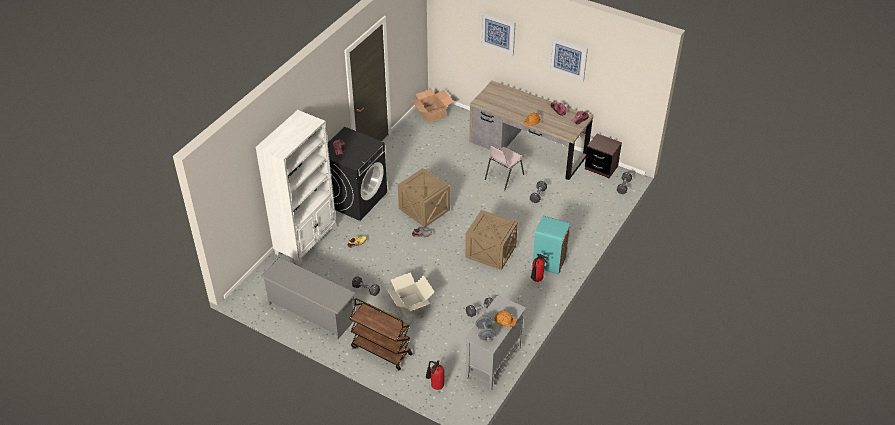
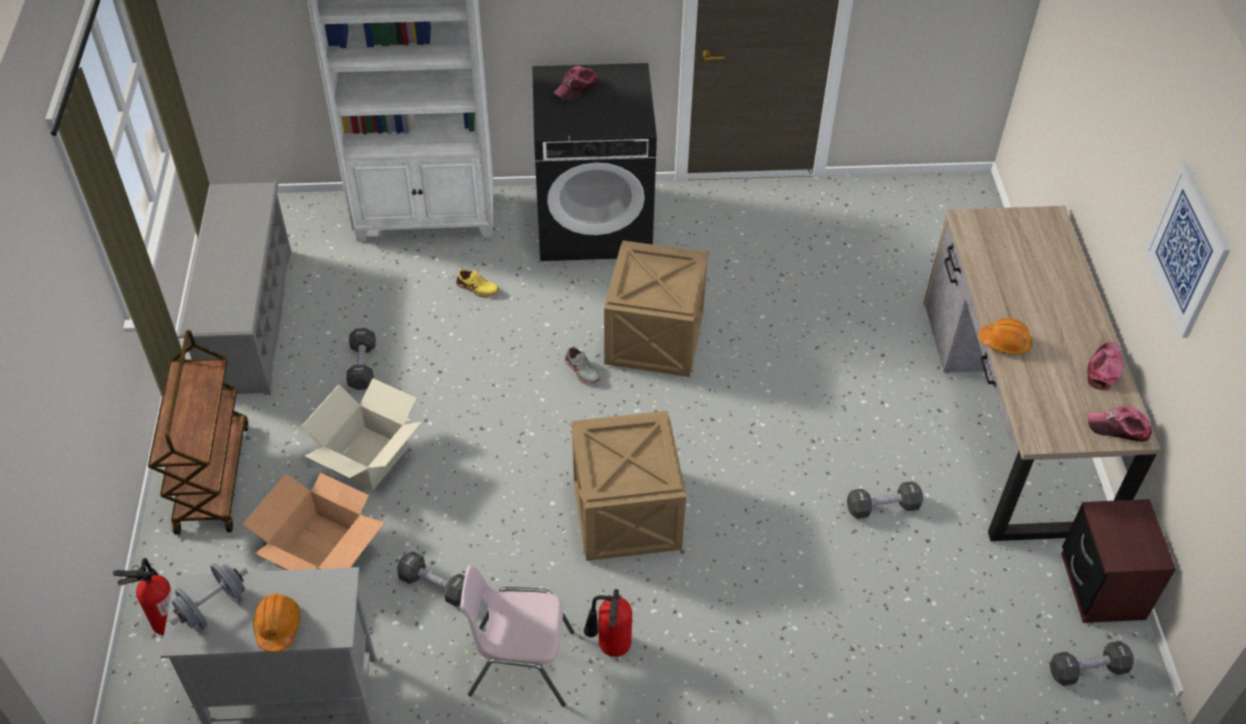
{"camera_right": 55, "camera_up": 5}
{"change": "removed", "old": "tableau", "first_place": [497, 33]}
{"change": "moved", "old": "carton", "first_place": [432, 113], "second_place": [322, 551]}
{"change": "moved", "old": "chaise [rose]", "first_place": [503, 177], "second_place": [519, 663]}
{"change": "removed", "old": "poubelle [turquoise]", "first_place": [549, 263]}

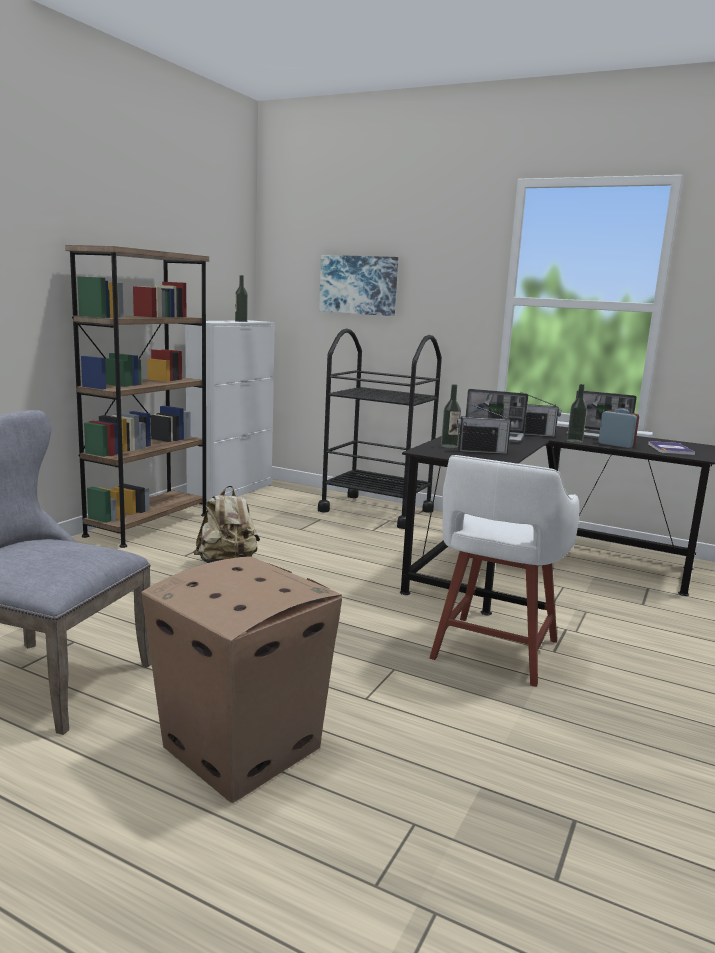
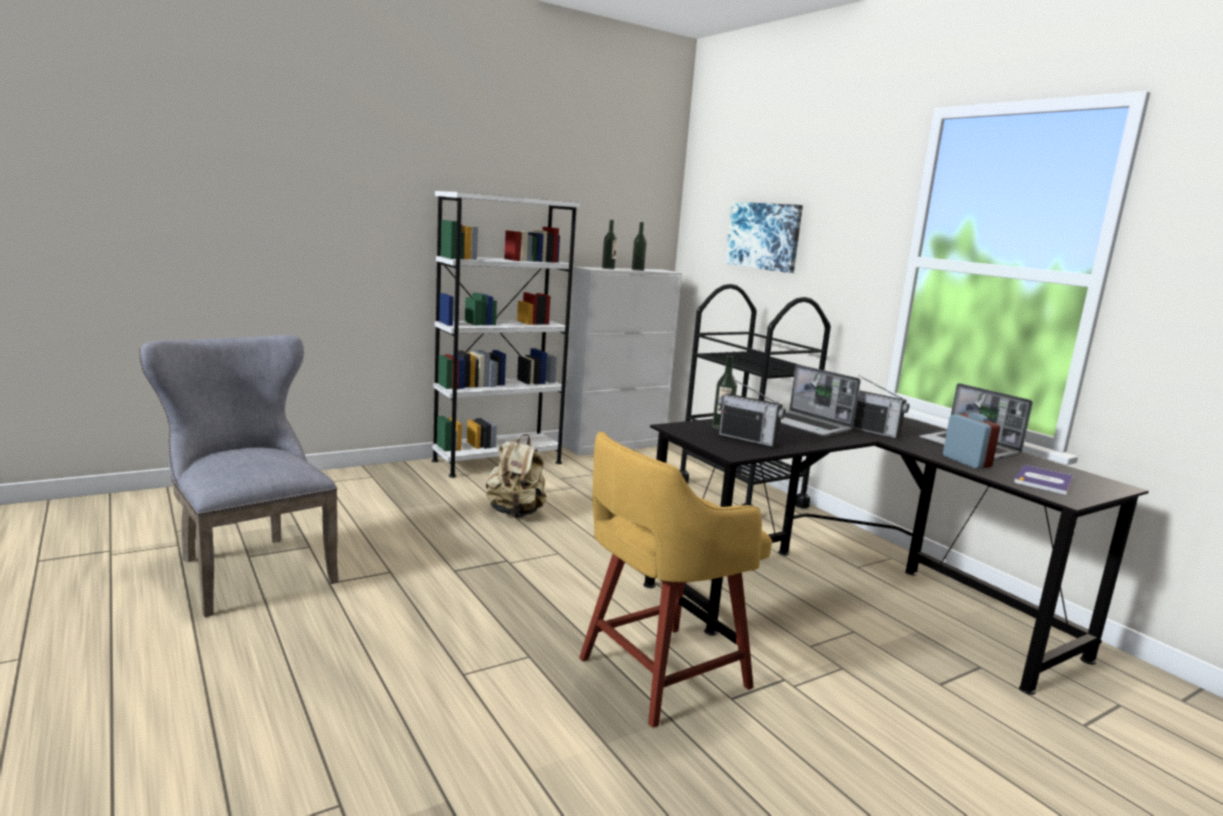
{"camera_right": 30, "camera_up": 0}
{"change": "recoloured", "old": "bibliothèque [marron]", "new": "bibliothèque [blanc]", "first_place": [148, 525], "second_place": [497, 462]}
{"change": "moved", "old": "bouteille", "first_place": [574, 441], "second_place": [608, 268]}
{"change": "recoloured", "old": "tabouret [blanc]", "new": "tabouret [jaune]", "first_place": [493, 651], "second_place": [659, 674]}
{"change": "removed", "old": "carton", "first_place": [240, 747]}

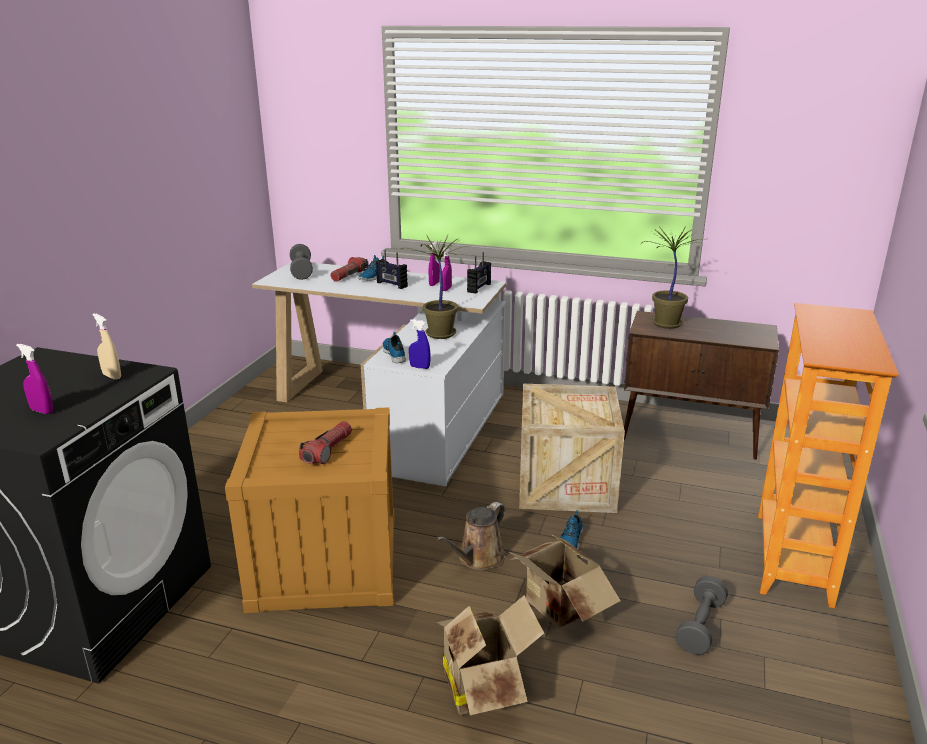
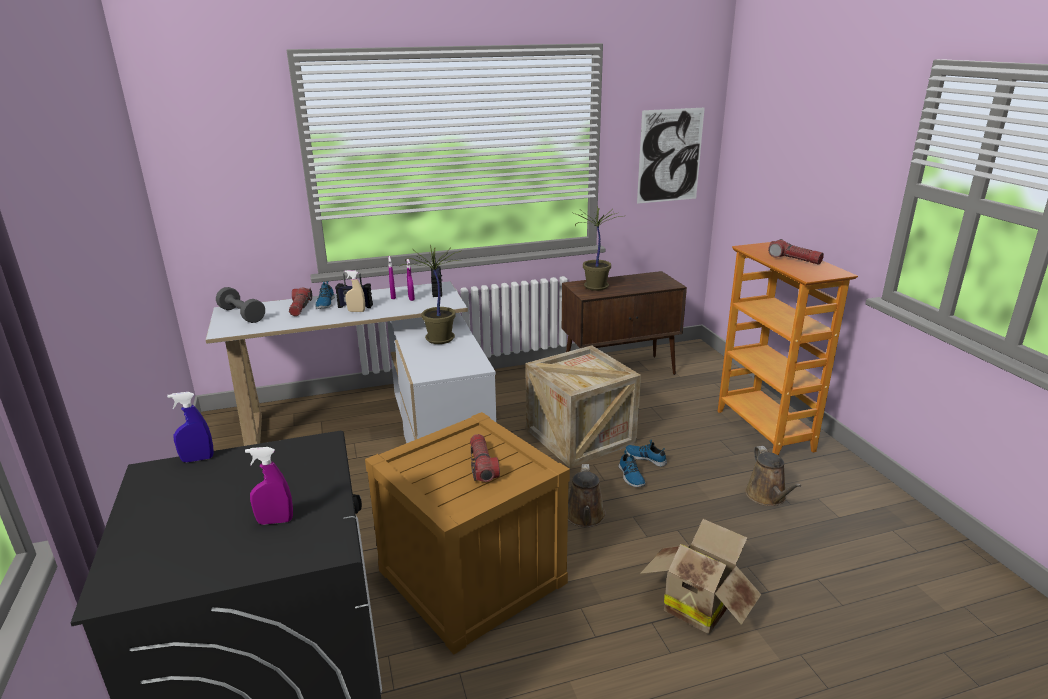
{"camera_right": -35, "camera_up": 0}
{"change": "moved", "old": "vaporisateur [beige]", "first_place": [112, 376], "second_place": [356, 311]}
{"change": "moved", "old": "vaporisateur [bleu]", "first_place": [419, 367], "second_place": [197, 459]}
{"change": "moved", "old": "chaussure", "first_place": [395, 353], "second_place": [646, 457]}
{"change": "removed", "old": "carton", "first_place": [557, 609]}
{"change": "replaced", "old": "haltère [gris]", "new": "arrosoir [marron]", "first_place": [700, 626], "second_place": [767, 497]}
{"change": "added", "new": "tableau", "second_place": [670, 156]}
{"change": "added", "new": "lampe de poche", "second_place": [794, 259]}

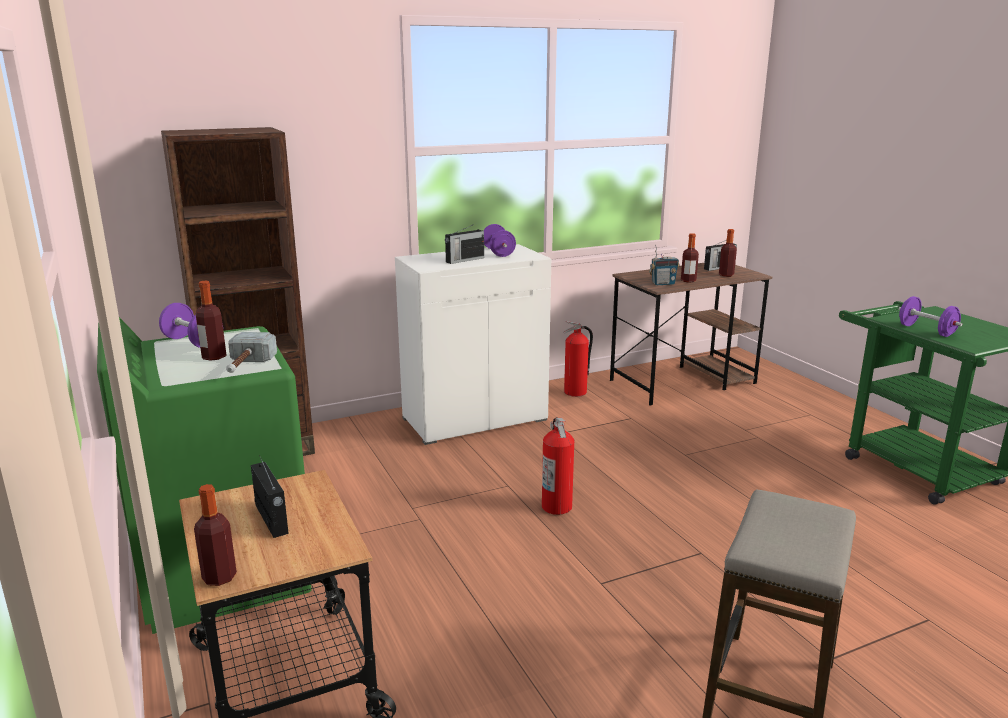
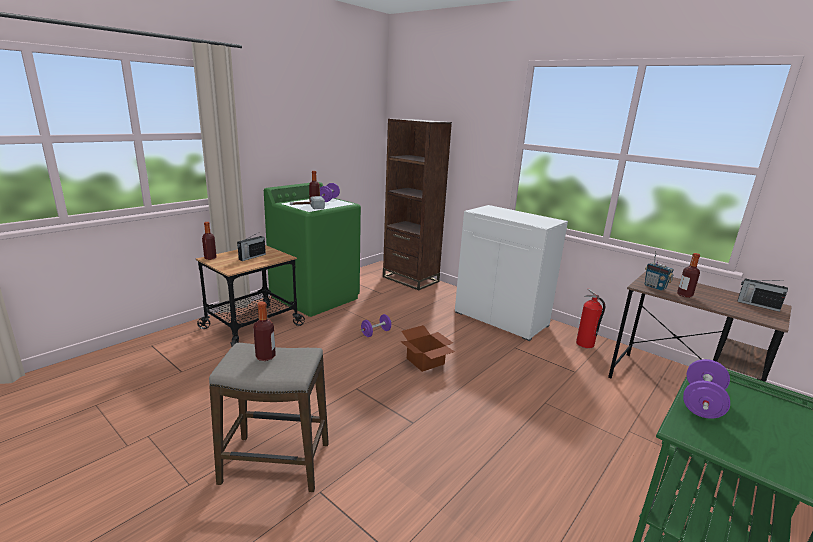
{"camera_right": 65, "camera_up": 0}
{"change": "removed", "old": "radio", "first_place": [464, 260]}
{"change": "moved", "old": "haltère [violet]", "first_place": [498, 252], "second_place": [376, 333]}
{"change": "moved", "old": "bouteille", "first_place": [726, 275], "second_place": [265, 357]}
{"change": "replaced", "old": "extincteur", "new": "carton", "first_place": [557, 506], "second_place": [425, 362]}

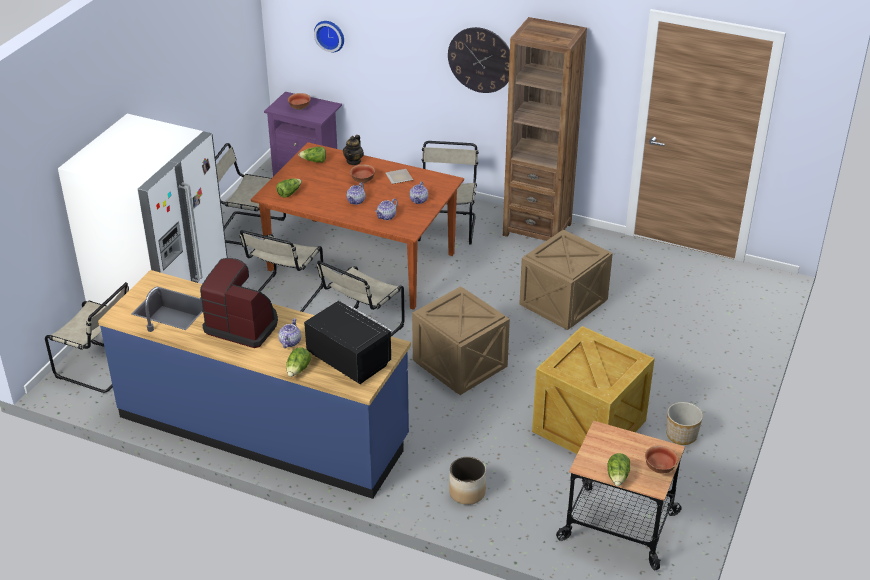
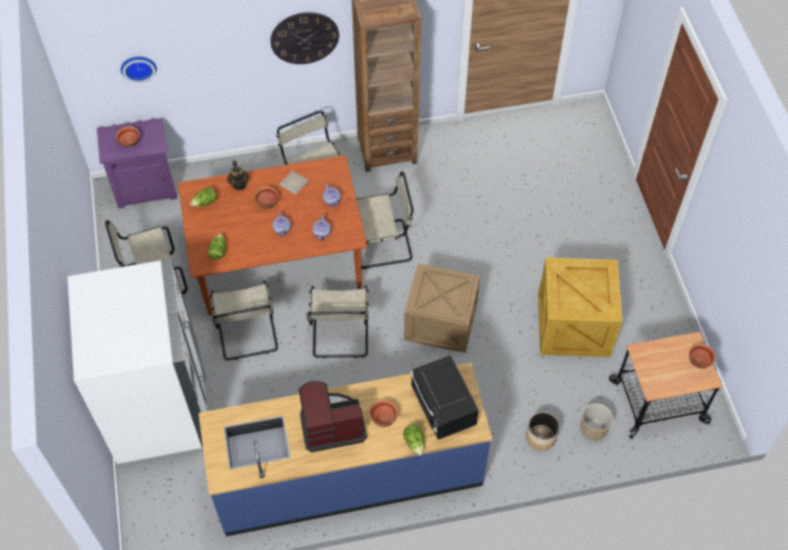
{"camera_right": -35, "camera_up": 20}
{"change": "removed", "old": "caisse", "first_place": [564, 303]}
{"change": "moved", "old": "chaise [beige]", "first_place": [101, 368], "second_place": [384, 243]}
{"change": "turned", "old": "micro-ondes [noir]", "first_place": [349, 360], "second_place": [442, 408], "degrees": -120}
{"change": "replaced", "old": "théière", "new": "bol", "first_place": [290, 342], "second_place": [383, 418]}
{"change": "moved", "old": "cache-pot", "first_place": [681, 435], "second_place": [593, 428]}
{"change": "removed", "old": "laitue", "first_place": [618, 477]}

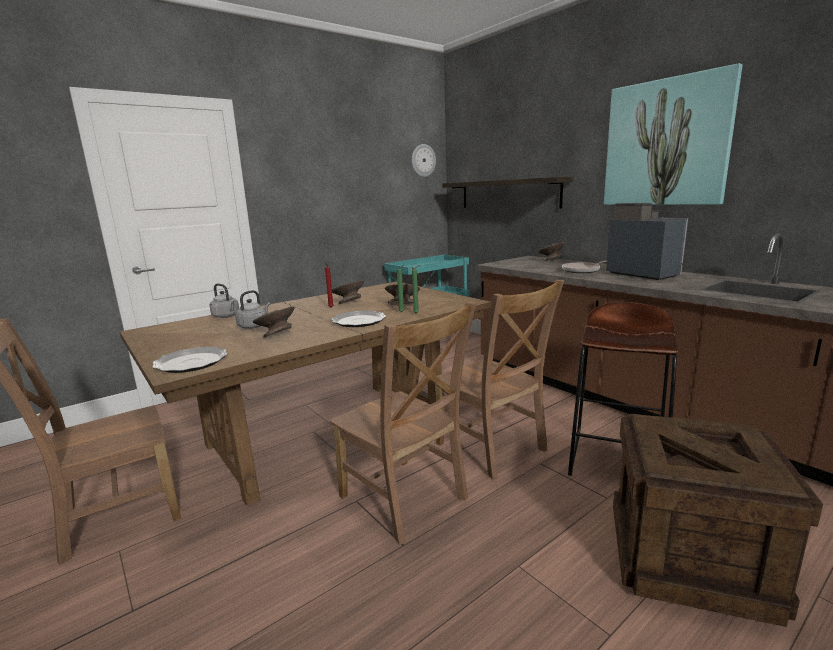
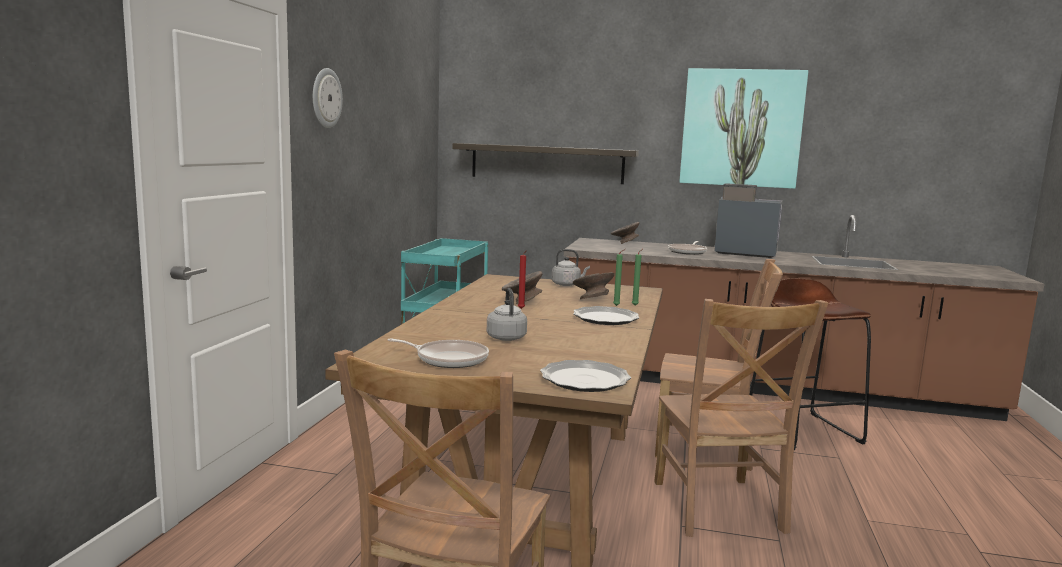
{"camera_right": -40, "camera_up": -5}
{"change": "moved", "old": "horloge murale", "first_place": [423, 160], "second_place": [325, 98]}
{"change": "moved", "old": "bouilloire [gris]", "first_place": [227, 316], "second_place": [567, 284]}
{"change": "turned", "old": "chaise [marron]", "first_place": [405, 500], "second_place": [718, 509], "degrees": 75}
{"change": "removed", "old": "bol [gris]", "first_place": [276, 335]}
{"change": "removed", "old": "caisse", "first_place": [691, 559]}
{"change": "added", "new": "poêle", "second_place": [448, 359]}

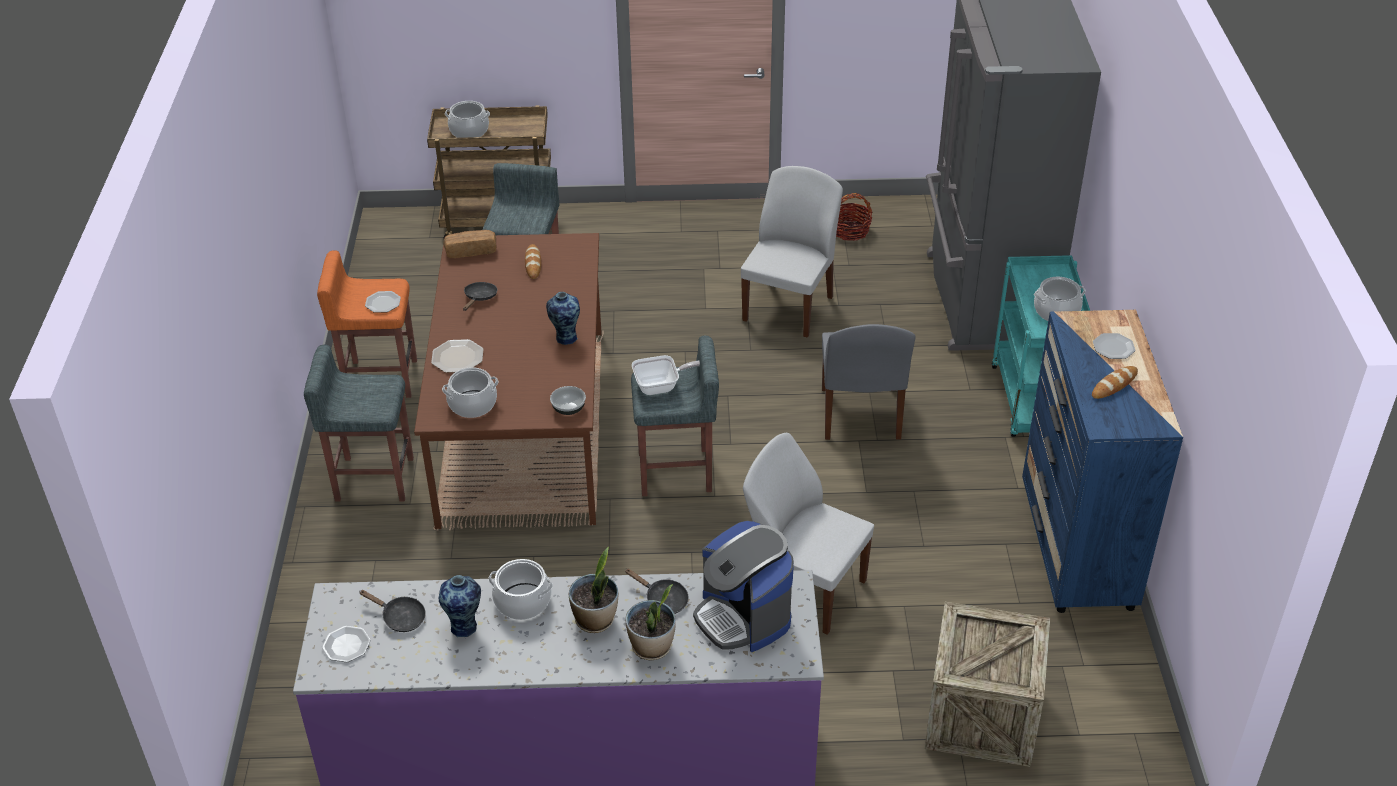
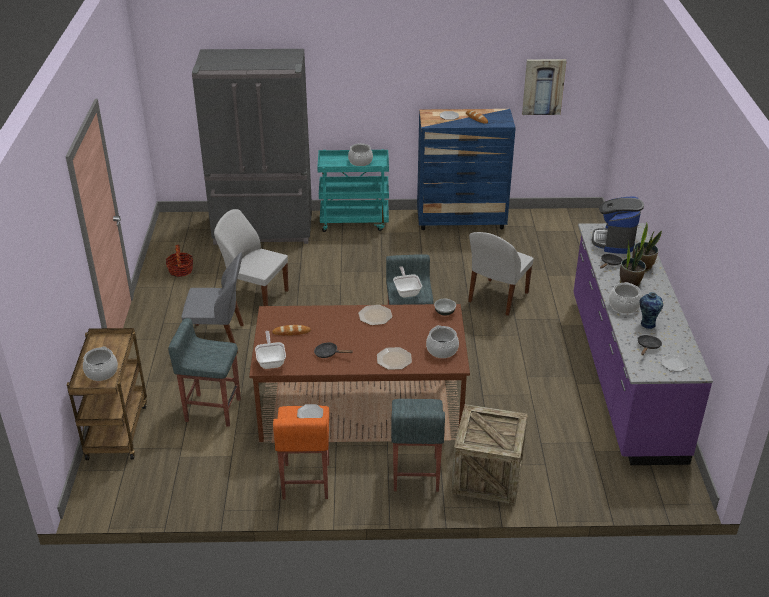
{"camera_right": -90, "camera_up": -5}
{"change": "replaced", "old": "pain", "new": "poêle", "first_place": [471, 251], "second_place": [271, 361]}
{"change": "replaced", "old": "vase", "new": "assiette", "first_place": [565, 337], "second_place": [375, 316]}
{"change": "moved", "old": "chaise [gris]", "first_place": [860, 416], "second_place": [218, 338]}
{"change": "turned", "old": "machine à café", "first_place": [743, 617], "second_place": [614, 241], "degrees": 135}
{"change": "moved", "old": "caisse", "first_place": [981, 716], "second_place": [487, 476]}
{"change": "added", "new": "tableau", "second_place": [543, 86]}

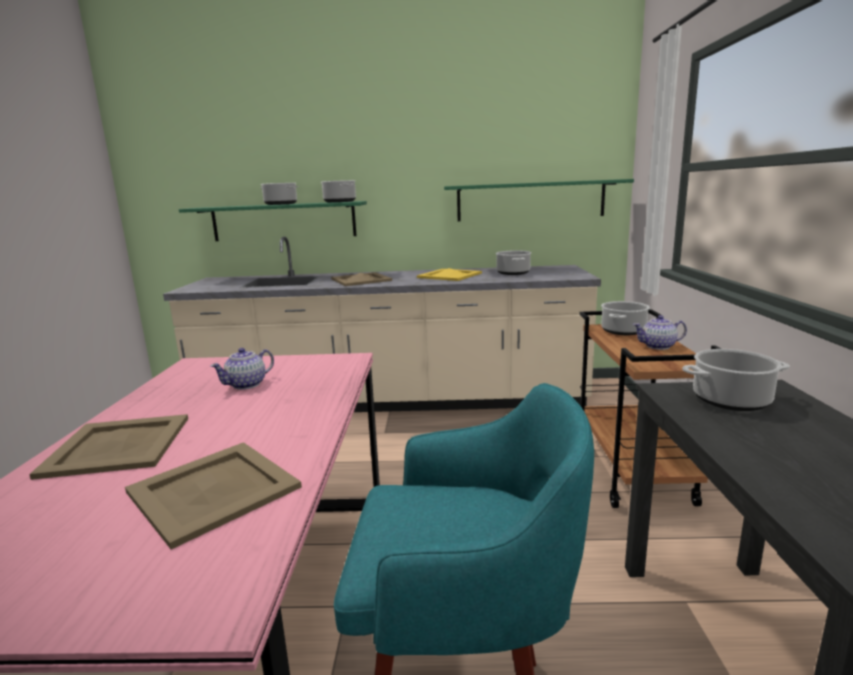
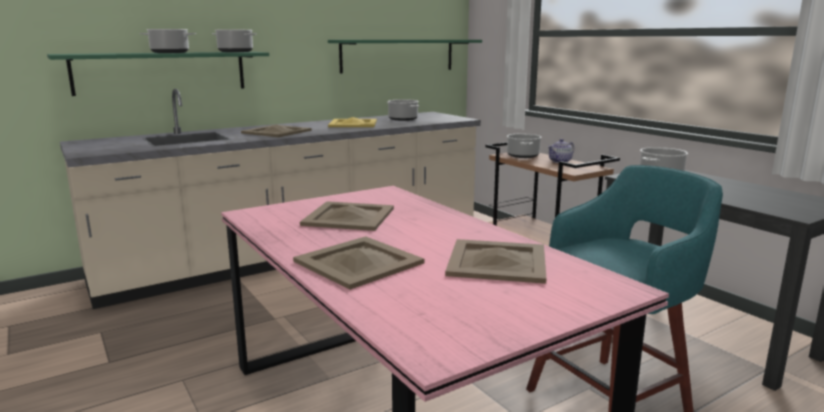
{"camera_right": -35, "camera_up": 0}
{"change": "replaced", "old": "théière", "new": "plateau [beige]", "first_place": [247, 384], "second_place": [350, 216]}

